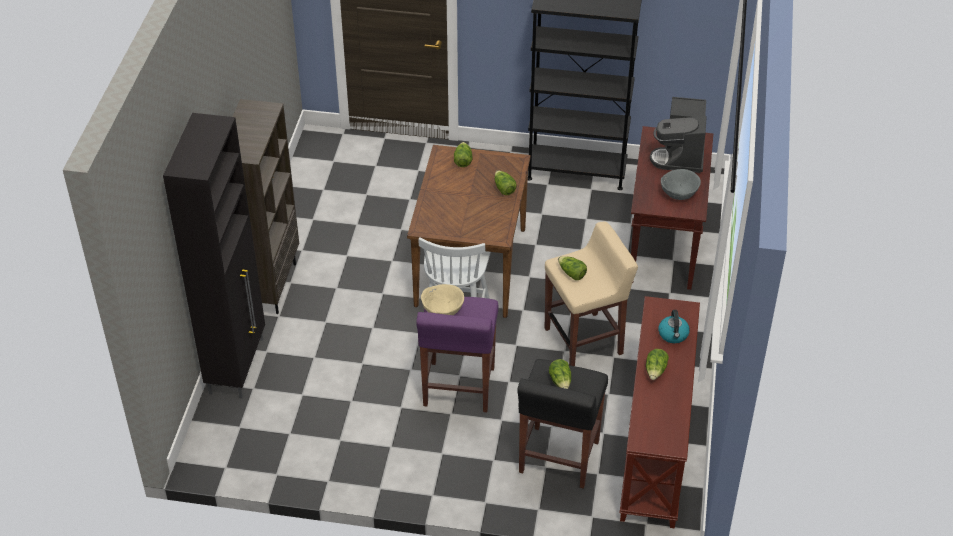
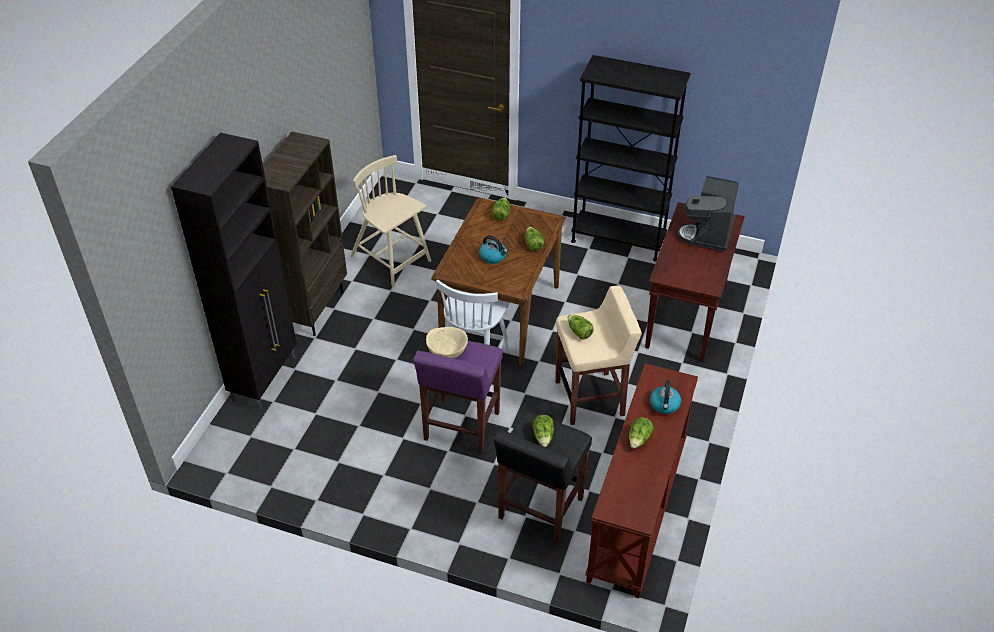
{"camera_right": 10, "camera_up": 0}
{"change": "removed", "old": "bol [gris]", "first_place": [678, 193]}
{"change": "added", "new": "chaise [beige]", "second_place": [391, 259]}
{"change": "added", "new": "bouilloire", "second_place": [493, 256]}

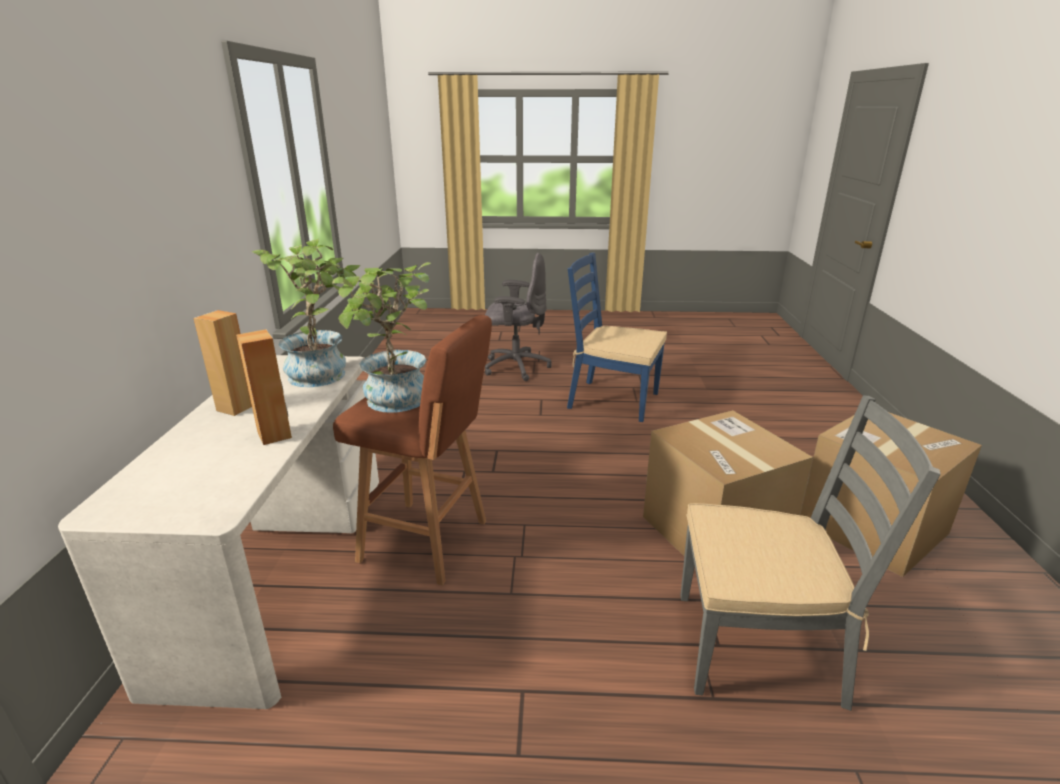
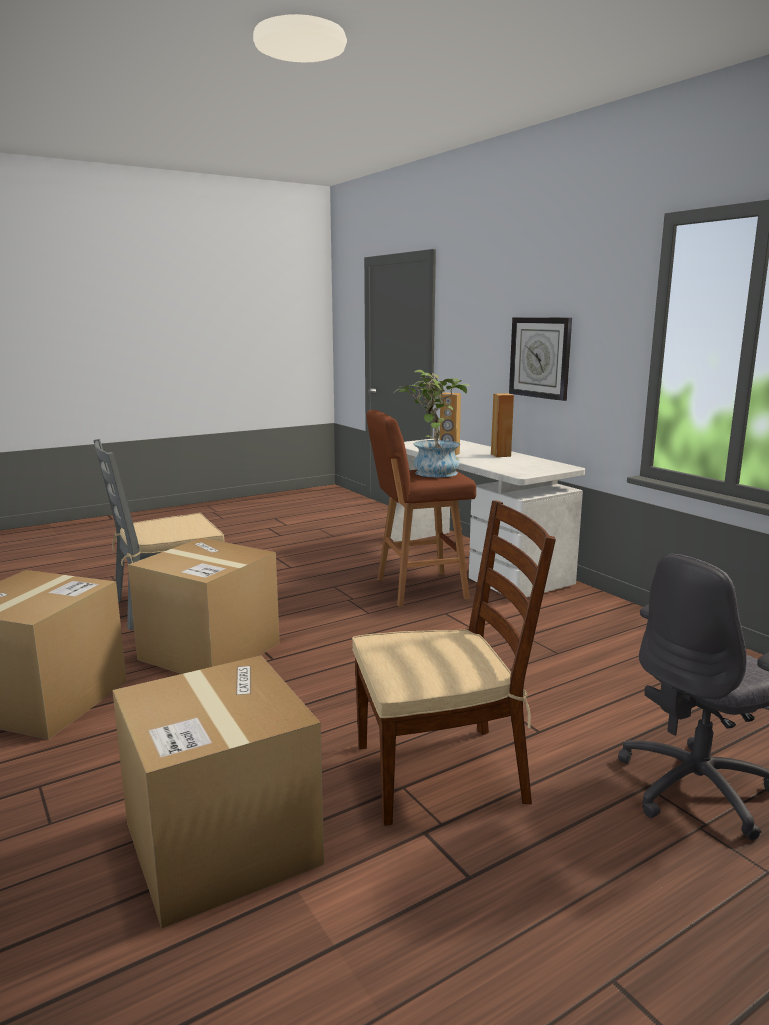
{"camera_right": 145, "camera_up": -10}
{"change": "removed", "old": "plante en pot", "first_place": [324, 372]}
{"change": "recoloured", "old": "chaise [bleu]", "new": "chaise [marron]", "first_place": [612, 400], "second_place": [442, 772]}
{"change": "added", "new": "horloge murale", "second_place": [540, 357]}
{"change": "added", "new": "carton", "second_place": [221, 843]}

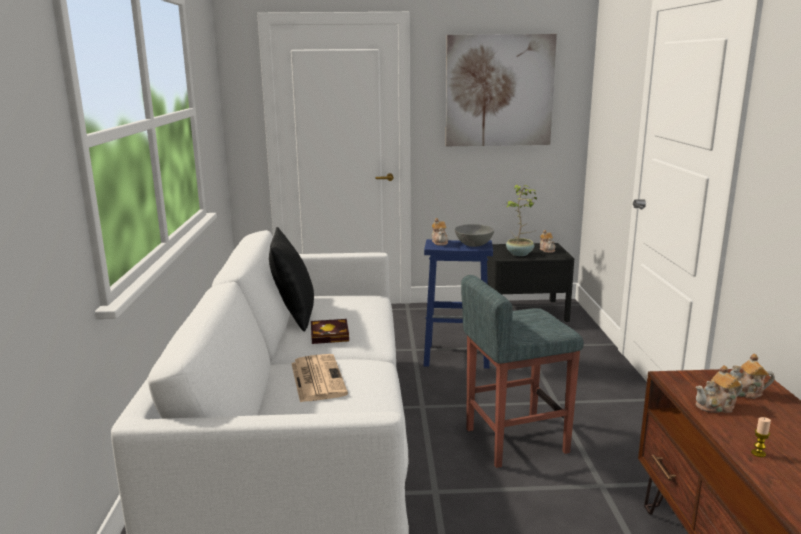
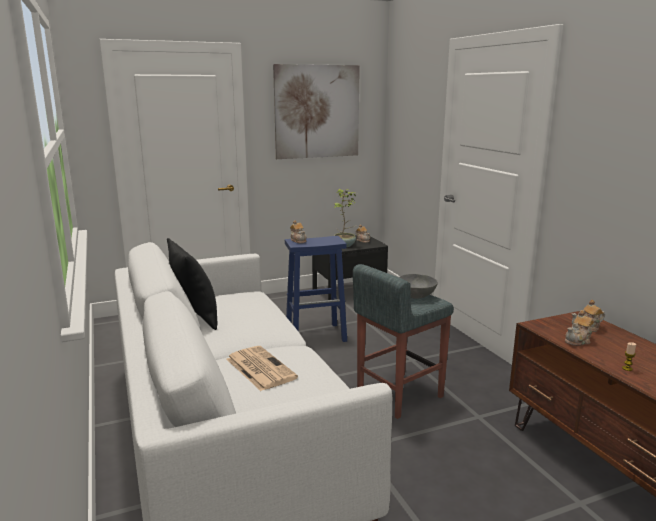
{"camera_right": -20, "camera_up": 0}
{"change": "moved", "old": "bol [gris]", "first_place": [474, 244], "second_place": [416, 296]}
{"change": "removed", "old": "livre", "first_place": [331, 336]}

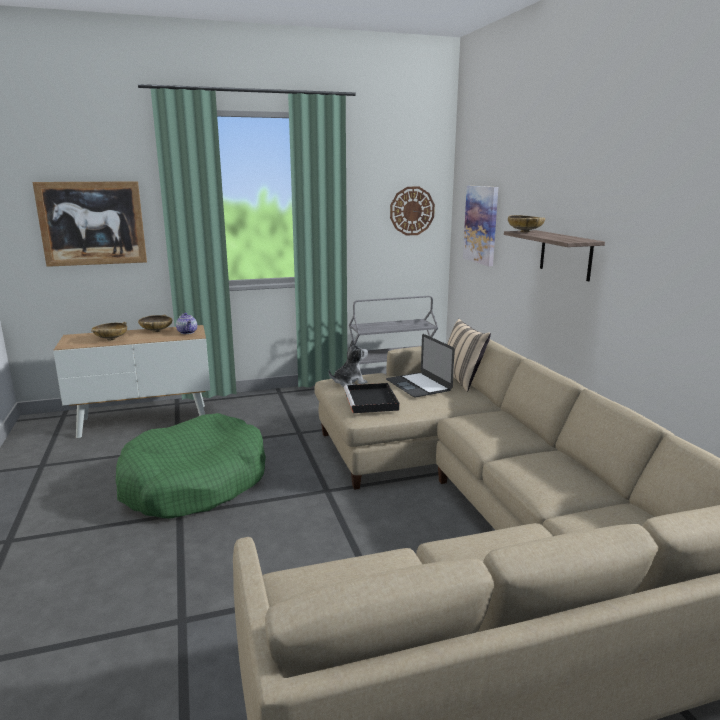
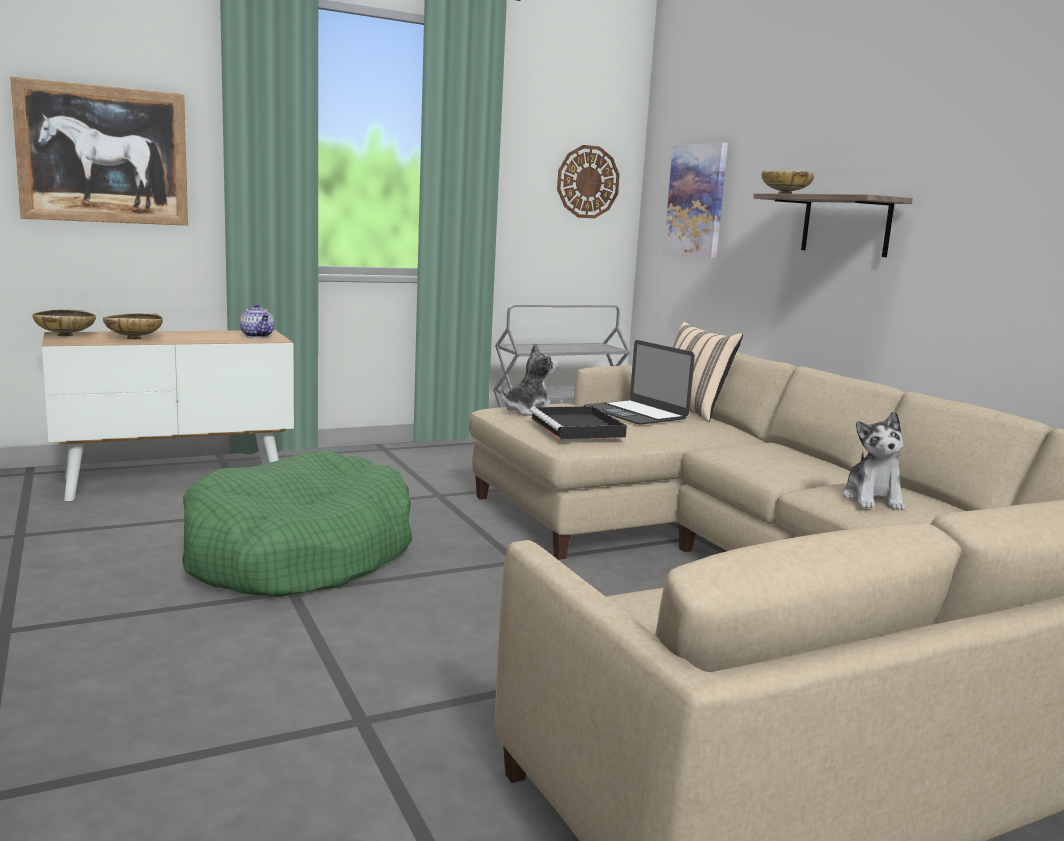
{"camera_right": -10, "camera_up": -5}
{"change": "moved", "old": "bol [beige]", "first_place": [156, 331], "second_place": [66, 335]}
{"change": "added", "new": "peluche", "second_place": [873, 499]}

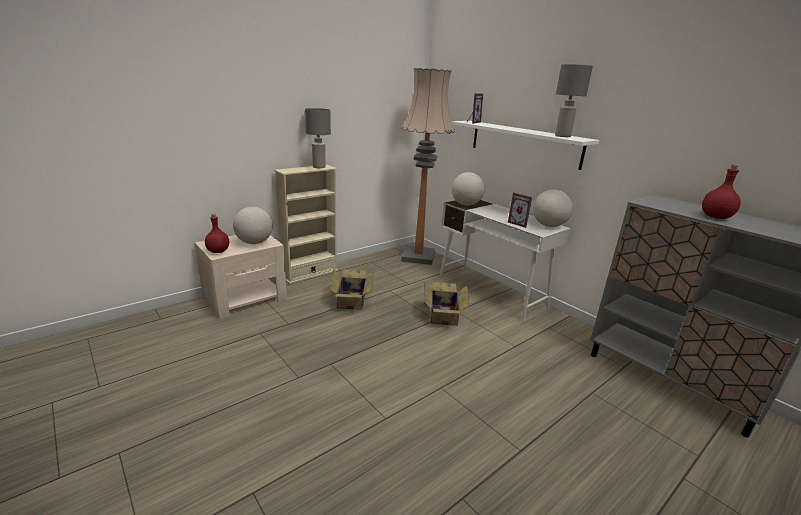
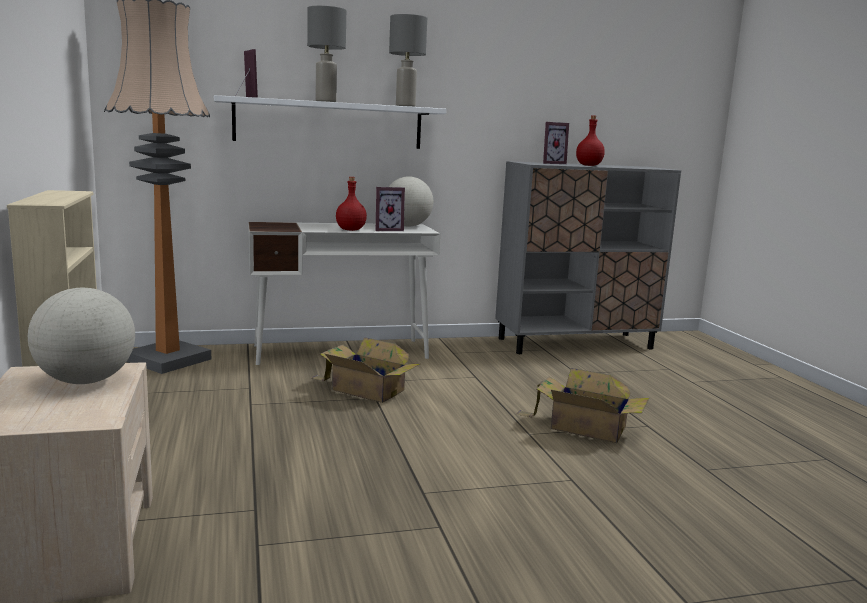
{"camera_right": -65, "camera_up": -10}
{"change": "moved", "old": "lampe de table [gris]", "first_place": [319, 167], "second_place": [325, 101]}
{"change": "removed", "old": "globe", "first_place": [466, 205]}
{"change": "moved", "old": "bouteille [rouge]", "first_place": [218, 251], "second_place": [350, 230]}
{"change": "moved", "old": "carton", "first_place": [352, 299], "second_place": [584, 427]}
{"change": "added", "new": "cadre photo", "second_place": [550, 163]}

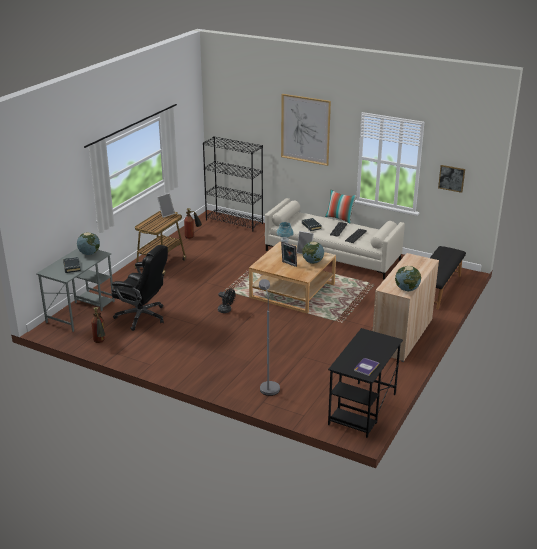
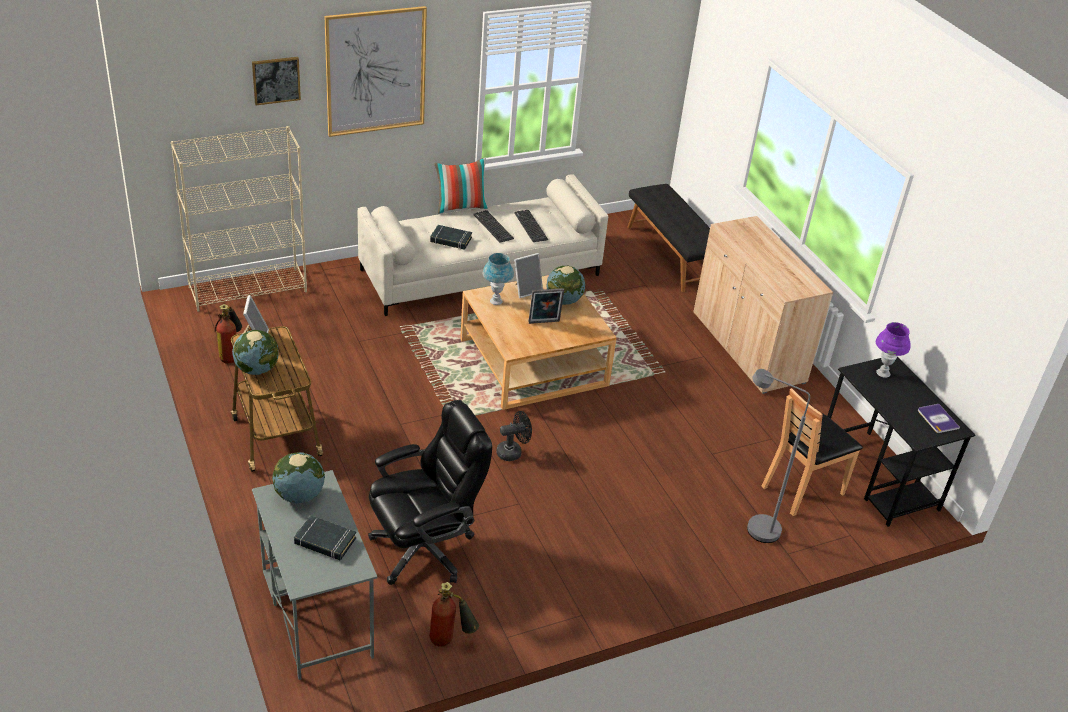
{"camera_right": -55, "camera_up": 10}
{"change": "recoloured", "old": "bibliothèque [noir]", "new": "bibliothèque [beige]", "first_place": [234, 222], "second_place": [248, 289]}
{"change": "moved", "old": "tableau", "first_place": [451, 178], "second_place": [276, 80]}
{"change": "moved", "old": "globe", "first_place": [407, 289], "second_place": [257, 369]}
{"change": "added", "new": "lampe de table [violet]", "second_place": [883, 373]}
{"change": "added", "new": "chaise [marron]", "second_place": [802, 489]}

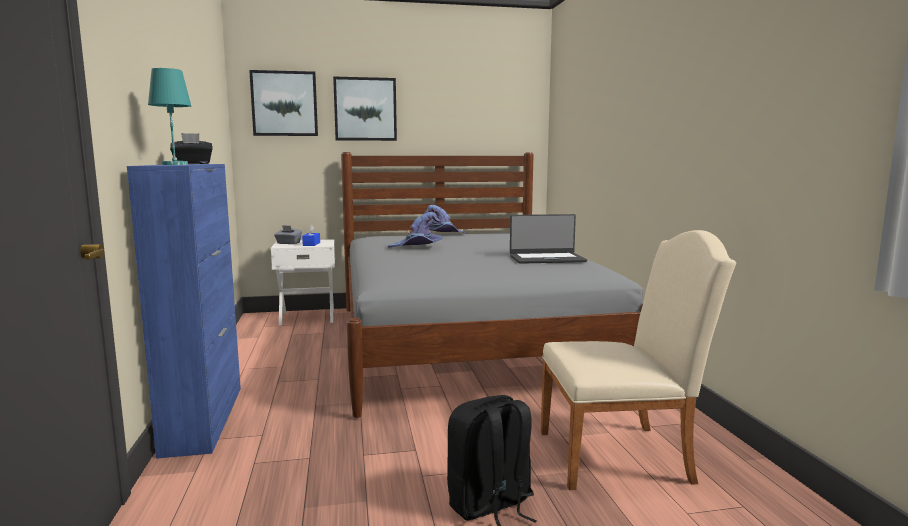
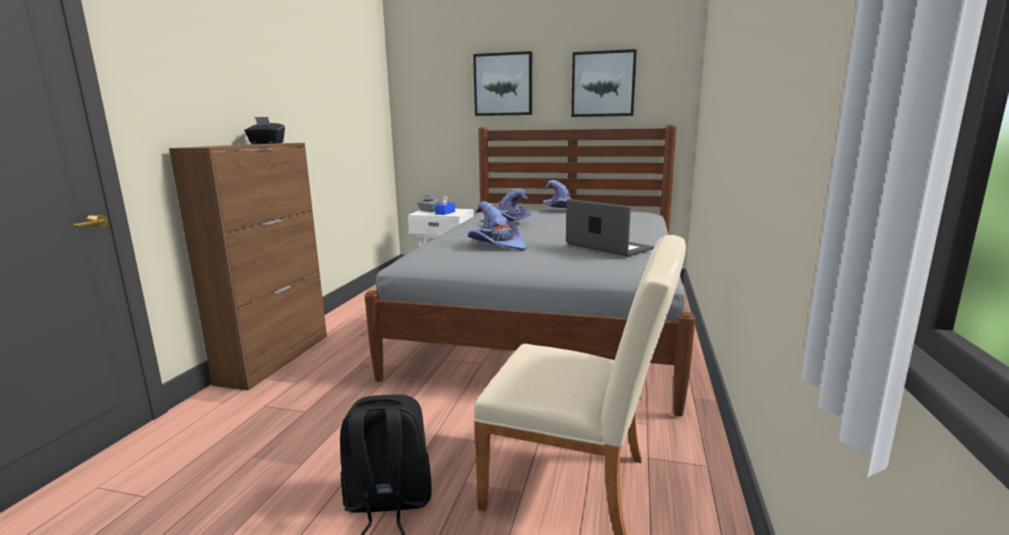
{"camera_right": 25, "camera_up": 5}
{"change": "removed", "old": "lampe de table [turquoise]", "first_place": [174, 164]}
{"change": "moved", "old": "tableau", "first_place": [284, 103], "second_place": [603, 84]}
{"change": "recoloured", "old": "meuble de rangement [bleu]", "new": "meuble de rangement [marron]", "first_place": [204, 418], "second_place": [276, 358]}
{"change": "turned", "old": "ordinateur portable", "first_place": [546, 259], "second_place": [608, 247], "degrees": -150}
{"change": "added", "new": "chapeau [violet]", "second_place": [497, 245]}

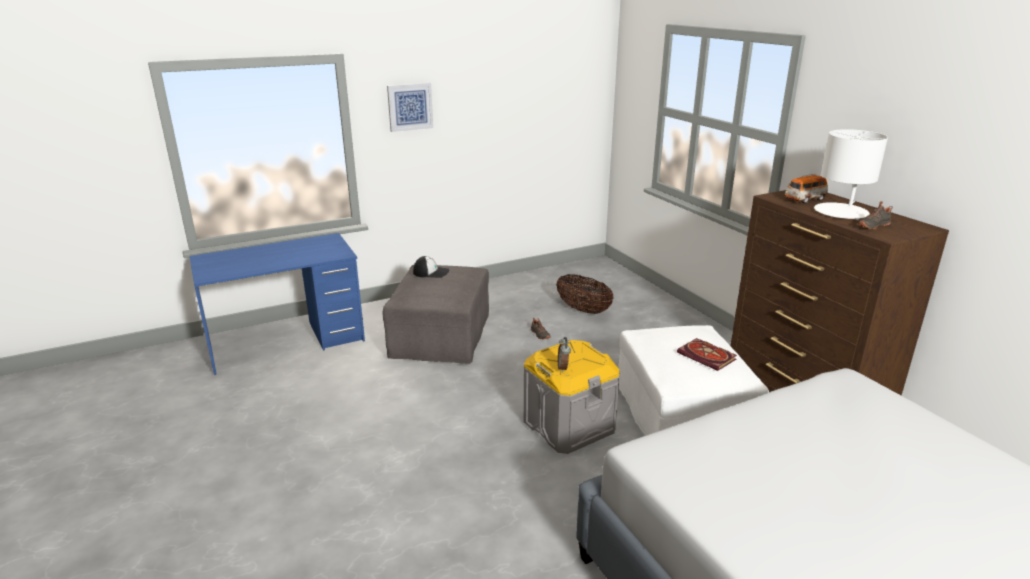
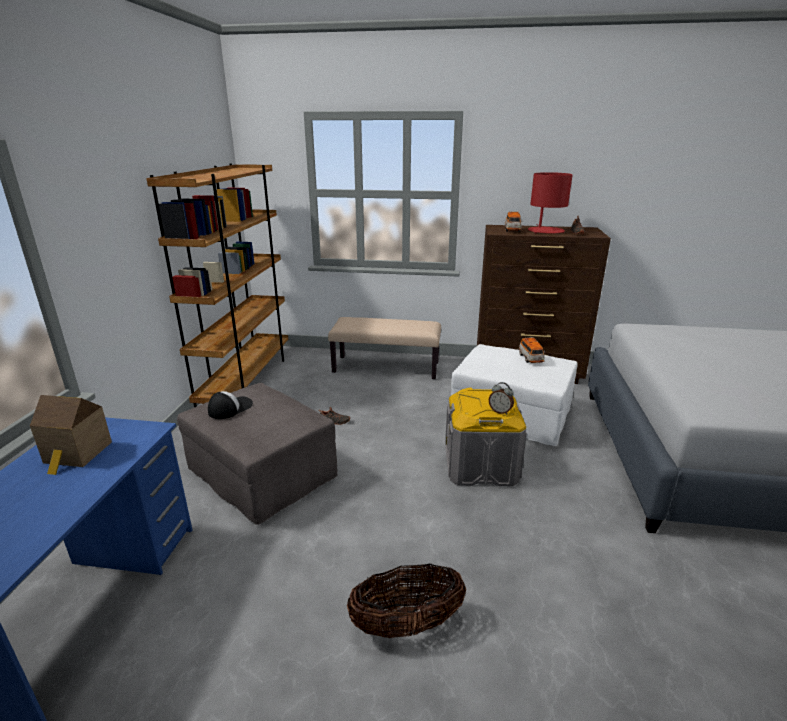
{"camera_right": -55, "camera_up": 0}
{"change": "removed", "old": "tableau", "first_place": [410, 107]}
{"change": "recoloured", "old": "lampe de table [blanc]", "new": "lampe de table [rouge]", "first_place": [841, 212], "second_place": [545, 231]}
{"change": "moved", "old": "panier", "first_place": [583, 310], "second_place": [407, 624]}
{"change": "replaced", "old": "livre", "new": "petite voiture", "first_place": [708, 356], "second_place": [530, 359]}
{"change": "added", "new": "bibliothèque [marron]", "second_place": [247, 380]}
{"change": "added", "new": "banc [beige]", "second_place": [386, 367]}
{"change": "added", "new": "maison miniature", "second_place": [77, 454]}

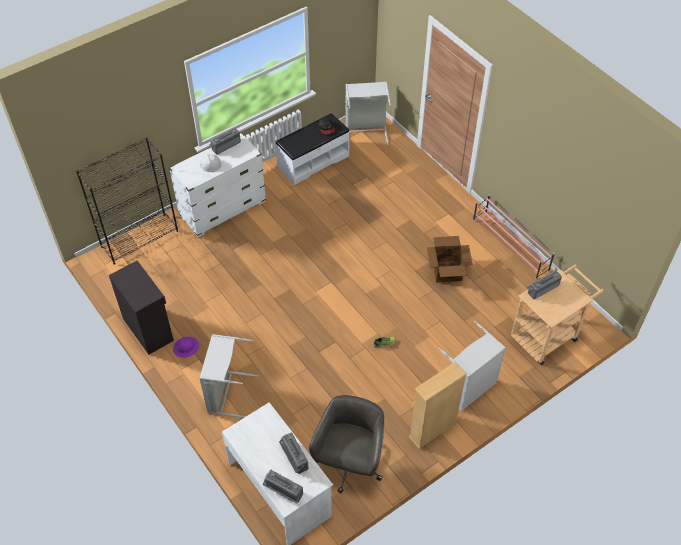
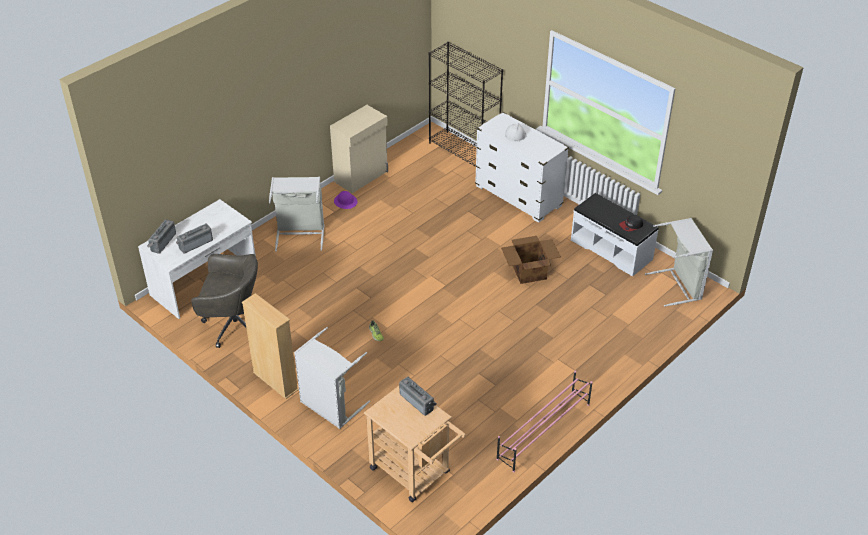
{"camera_right": 80, "camera_up": -10}
{"change": "removed", "old": "radio", "first_place": [225, 145]}
{"change": "moved", "old": "carton", "first_place": [447, 272], "second_place": [528, 272]}
{"change": "recoloured", "old": "meuble de rangement [noir]", "new": "meuble de rangement [beige]", "first_place": [148, 329], "second_place": [362, 176]}

